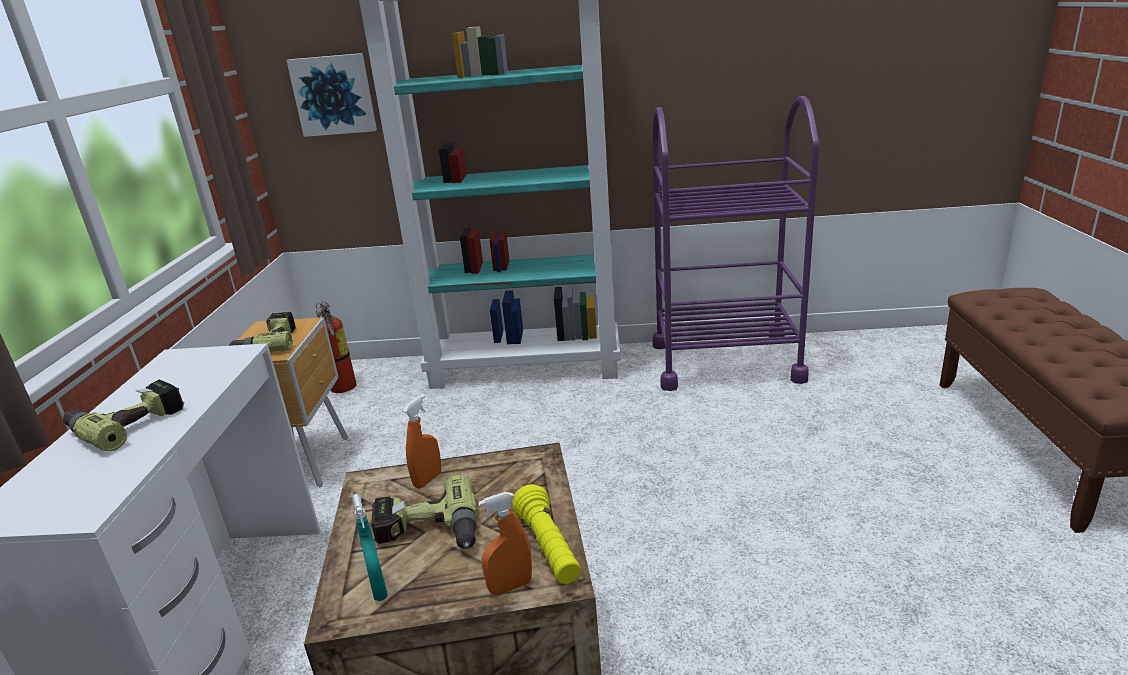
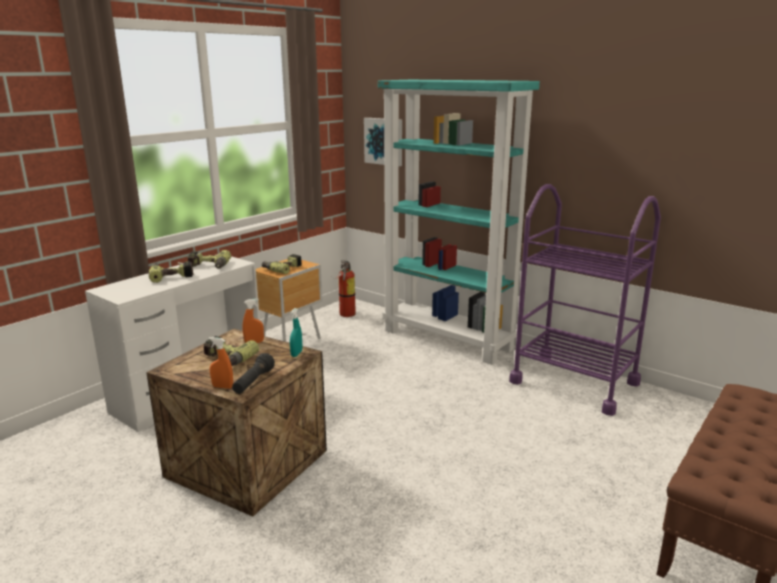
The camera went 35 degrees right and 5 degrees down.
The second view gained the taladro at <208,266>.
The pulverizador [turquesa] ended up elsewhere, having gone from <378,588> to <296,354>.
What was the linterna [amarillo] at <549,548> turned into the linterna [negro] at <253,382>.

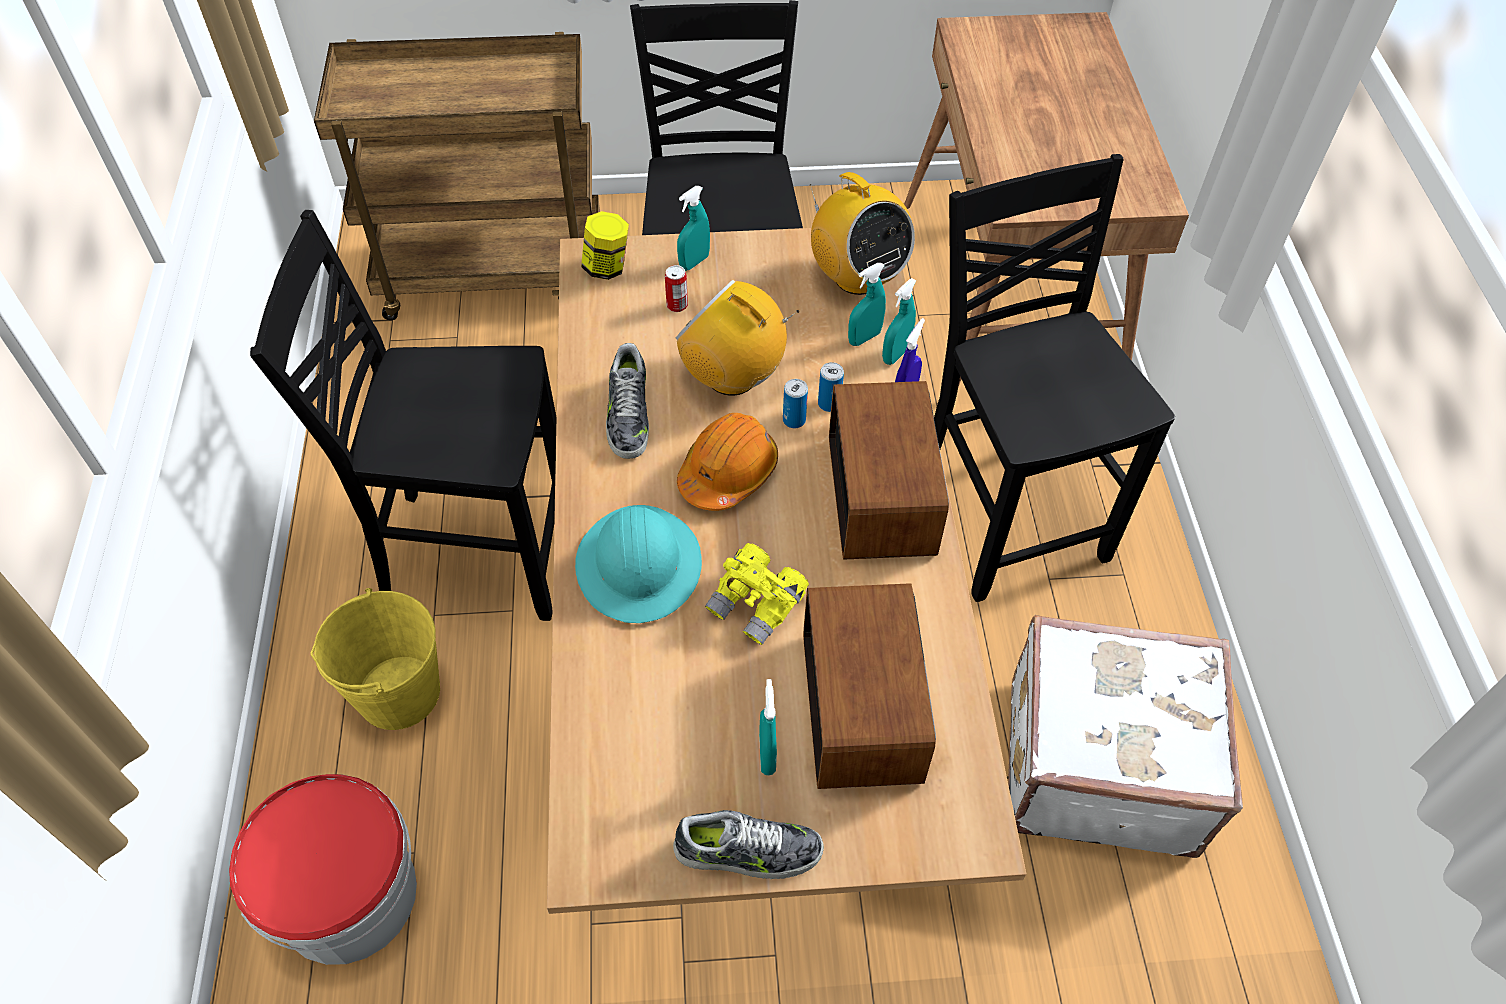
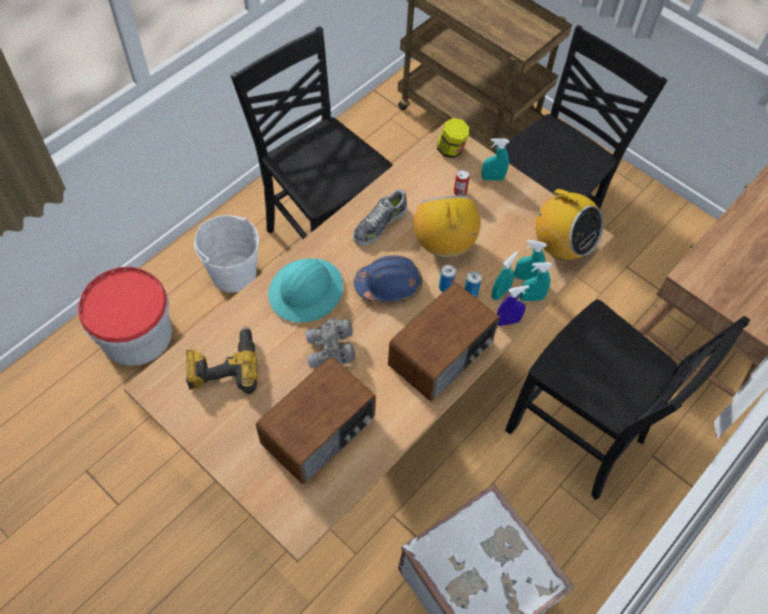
The camera went 45 degrees right and 5 degrees up.
The second view lost the zapato at <748,852>.
The second view gained the taladro at <224,366>.
The pulverizador [turquesa] ended up elsewhere, having gone from <767,754> to <500,292>.
What was the cubo [amarillo] at <398,692> turned into the cubo [blanco] at <233,273>.
What was the casco [naranja] at <728,472> turned into the casco [azul] at <389,285>.
What was the prismáticos [amarillo] at <757,605> turned into the prismáticos [gris] at <331,350>.
The radio at <857,277> ended up facing another way, 60 degrees counterclockwise from before.
The silla [negro] at <1007,512> ended up facing another way, 105 degrees clockwise from before.

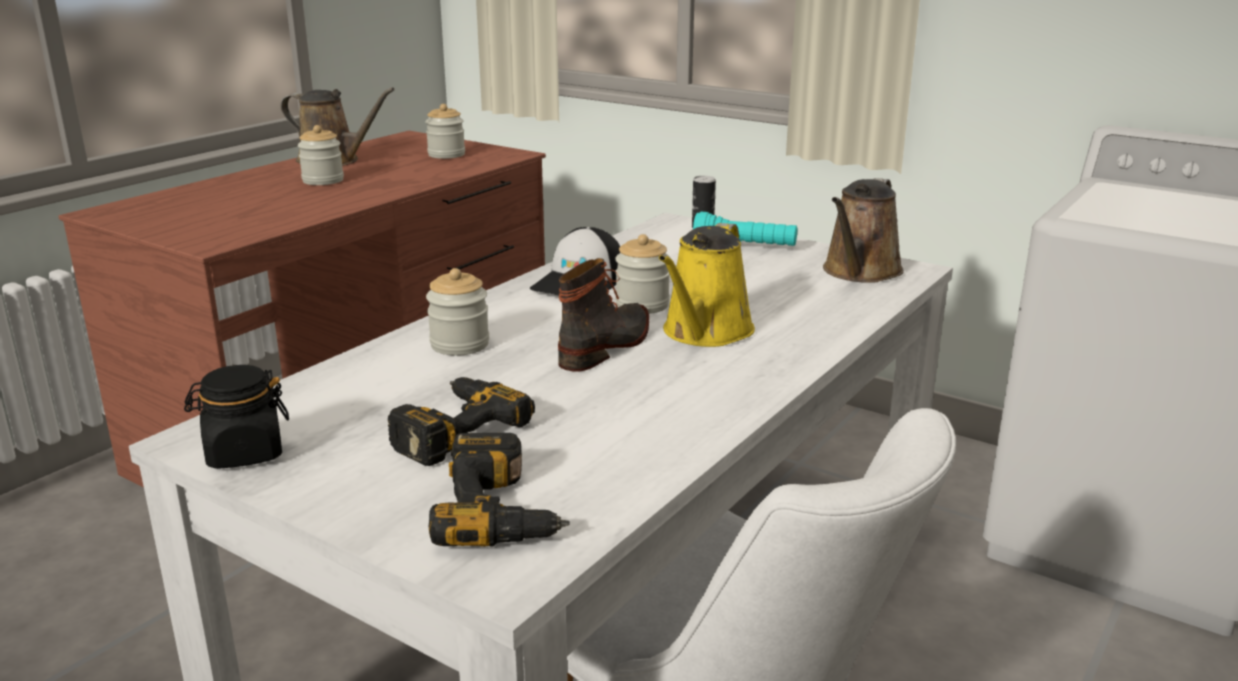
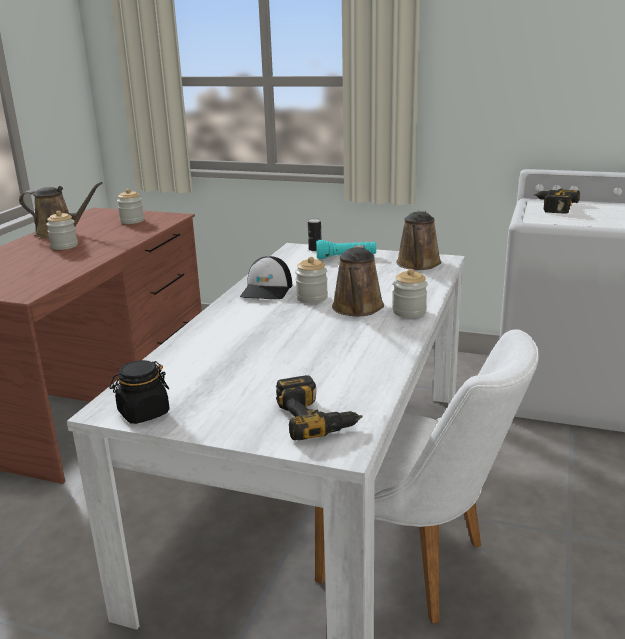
The camera went 15 degrees left and 0 degrees up.
The second view lost the bota at <607,345>.
The taladro ended up elsewhere, having gone from <451,429> to <552,206>.
The tarro ended up elsewhere, having gone from <459,344> to <409,312>.
What was the regadera [amarillo] at <705,333> turned into the regadera [marrón] at <357,308>.

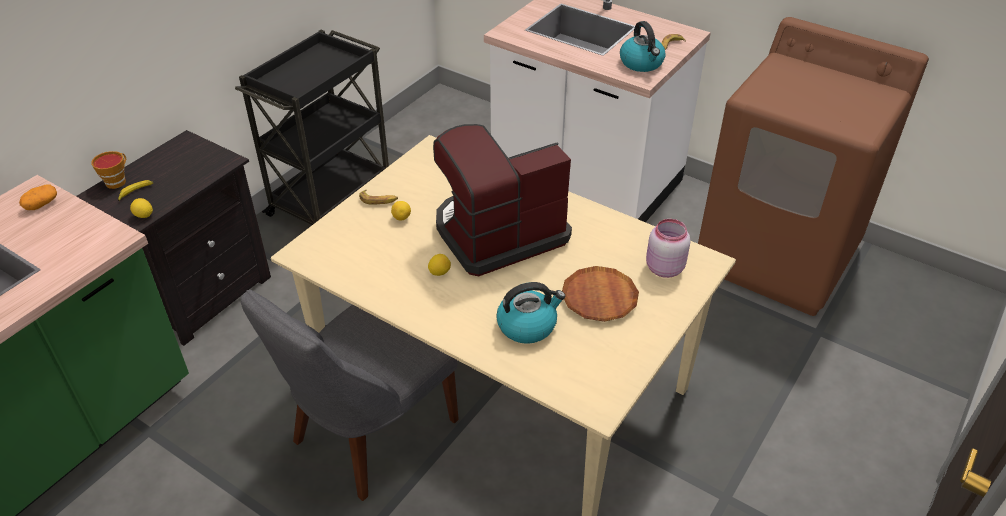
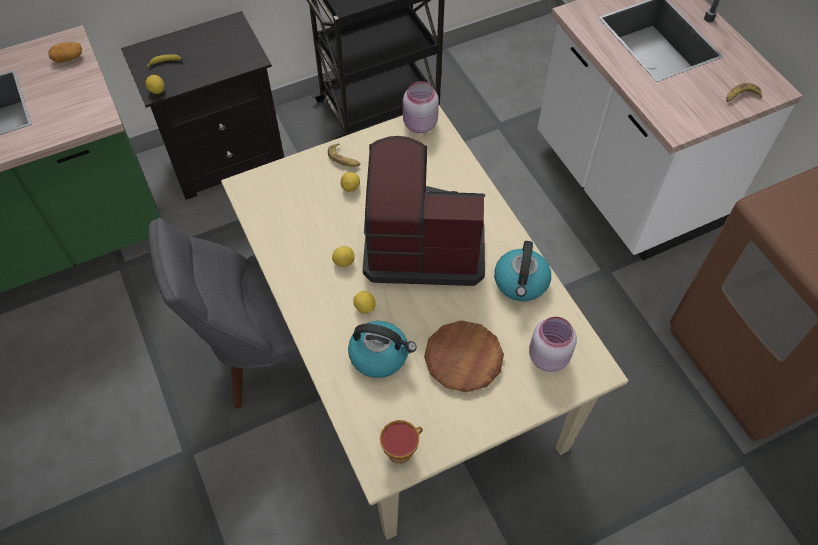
The camera went 30 degrees right and 15 degrees up.
The second view gained the limón at <365,307>.
The second view gained the tarro [rosa] at <419,125>.
The taza ended up elsewhere, having gone from <117,181> to <402,449>.
The hervidor ended up elsewhere, having gone from <642,63> to <521,283>.

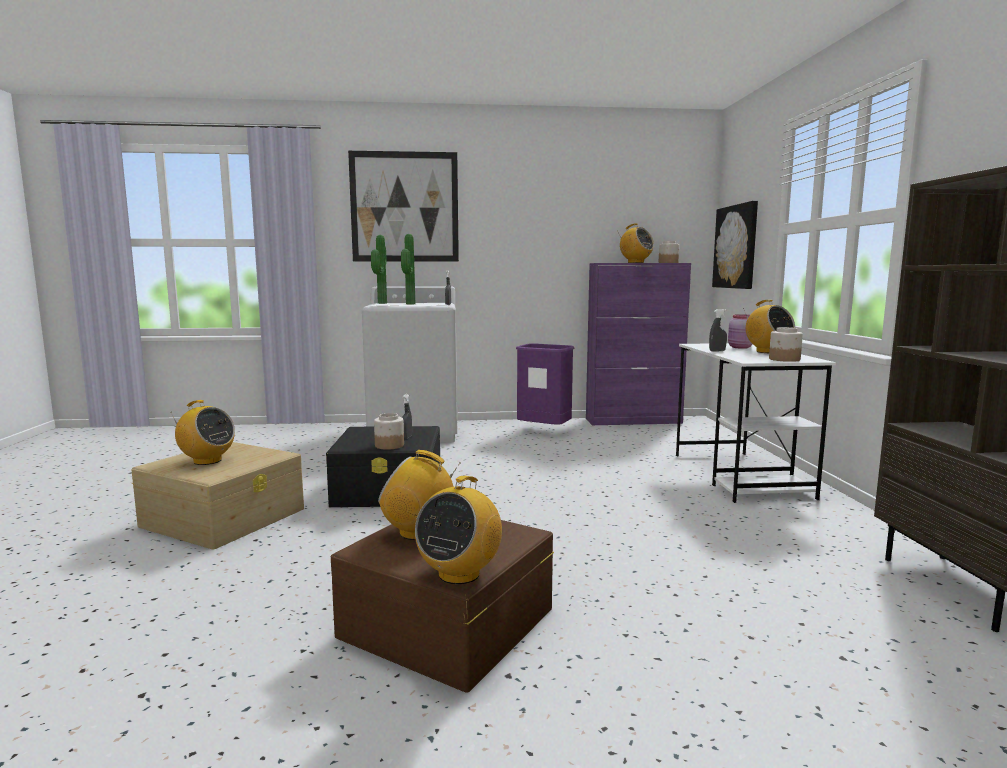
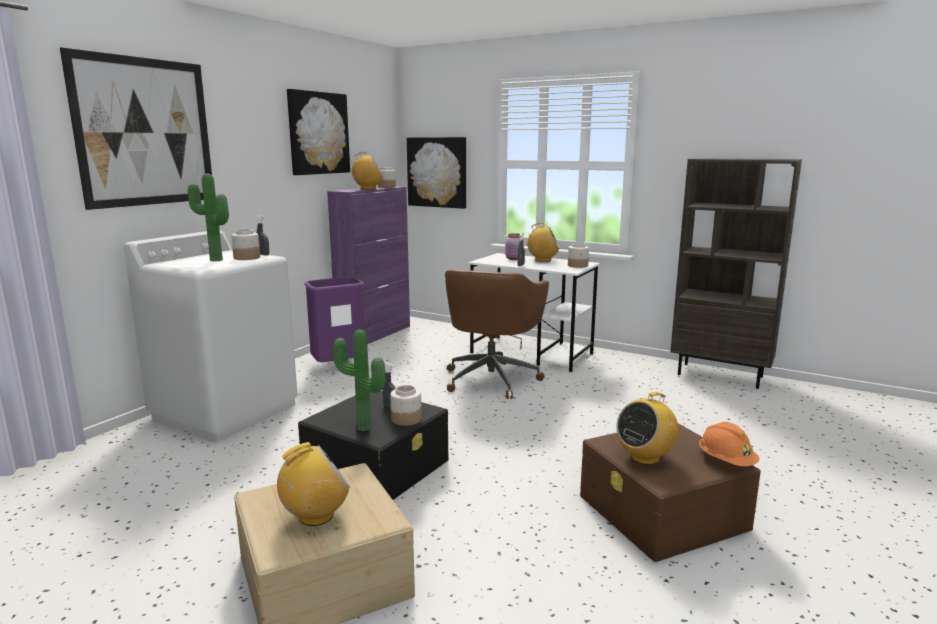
The camera went 55 degrees left and 5 degrees up.
The second view gained the tarro at <246,258>.
The second view gained the cuadro at <318,133>.
The second view gained the silla de oficina [marrón] at <492,378>.
The planta en maceta ended up elsewhere, having gone from <380,303> to <362,429>.
Where the radio stood at <459,574>, the casco [naranja] came to stand at <726,462>.

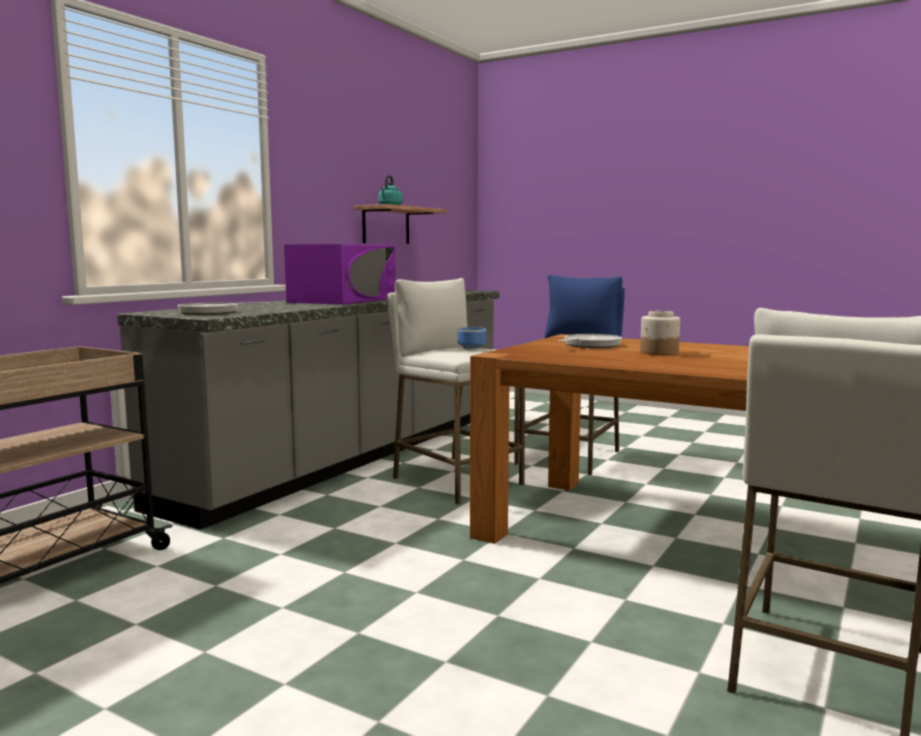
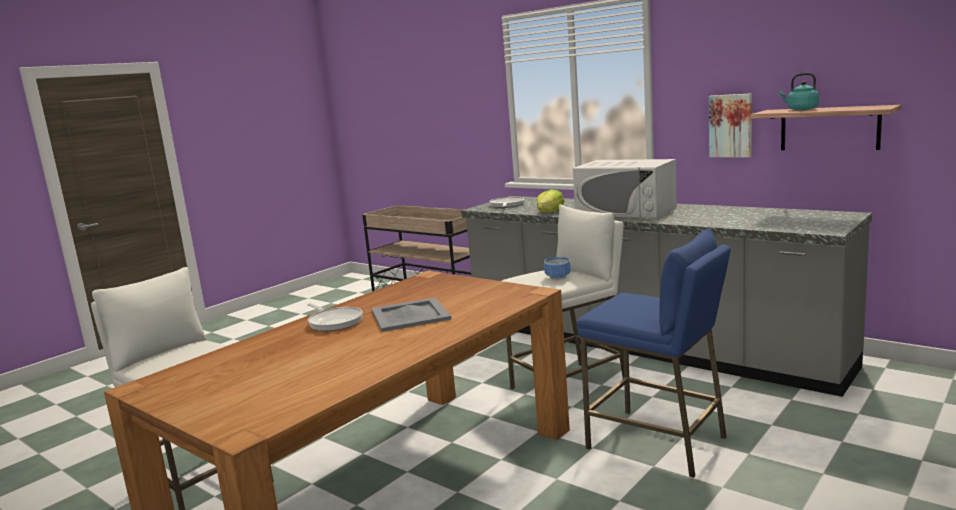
The camera went 100 degrees right and 5 degrees up.
The second view gained the lechuga at <549,212>.
The second view gained the cuadro at <731,125>.
The sartén ended up elsewhere, having gone from <590,345> to <334,322>.
Where the tarro stood at <659,352>, the bandeja [gris] came to stand at <409,315>.
What was the microondas [morado] at <343,300> turned into the microondas [blanco] at <626,211>.

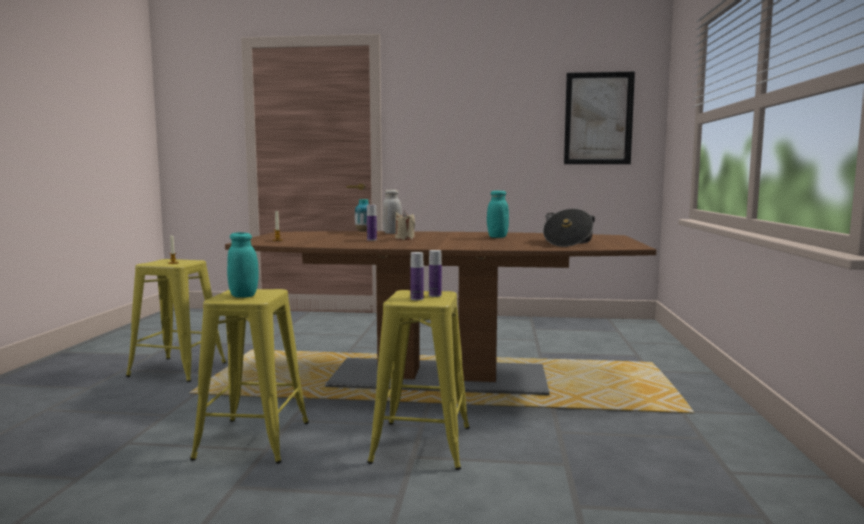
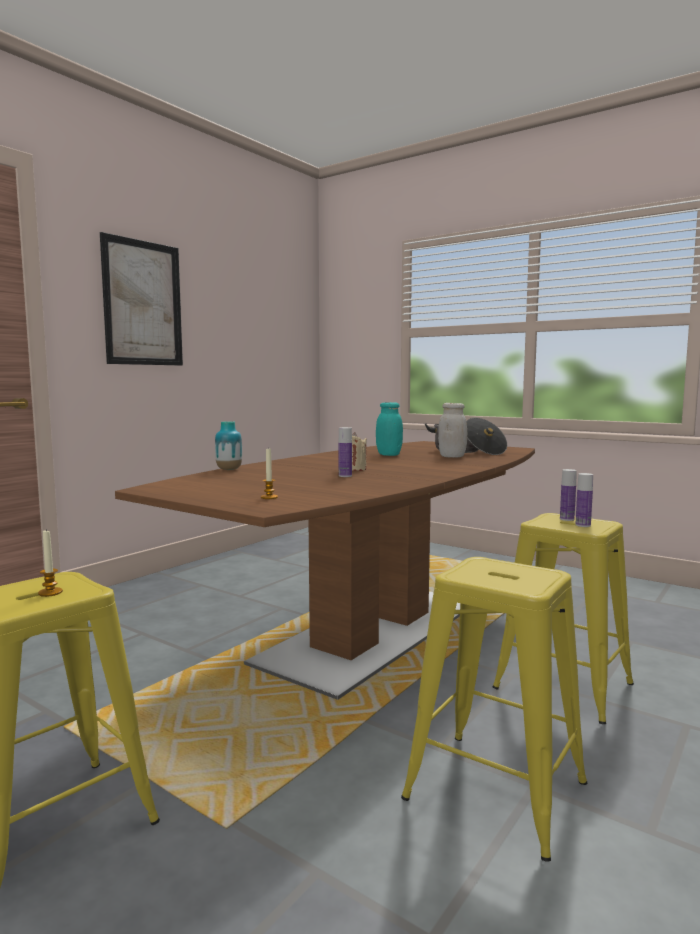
The camera went 60 degrees left and 0 degrees up.
The second view lost the tarro [turquesa] at <243,295>.
The tarro [blanco] ended up elsewhere, having gone from <392,233> to <452,456>.
The cuadro ended up elsewhere, having gone from <598,118> to <143,303>.

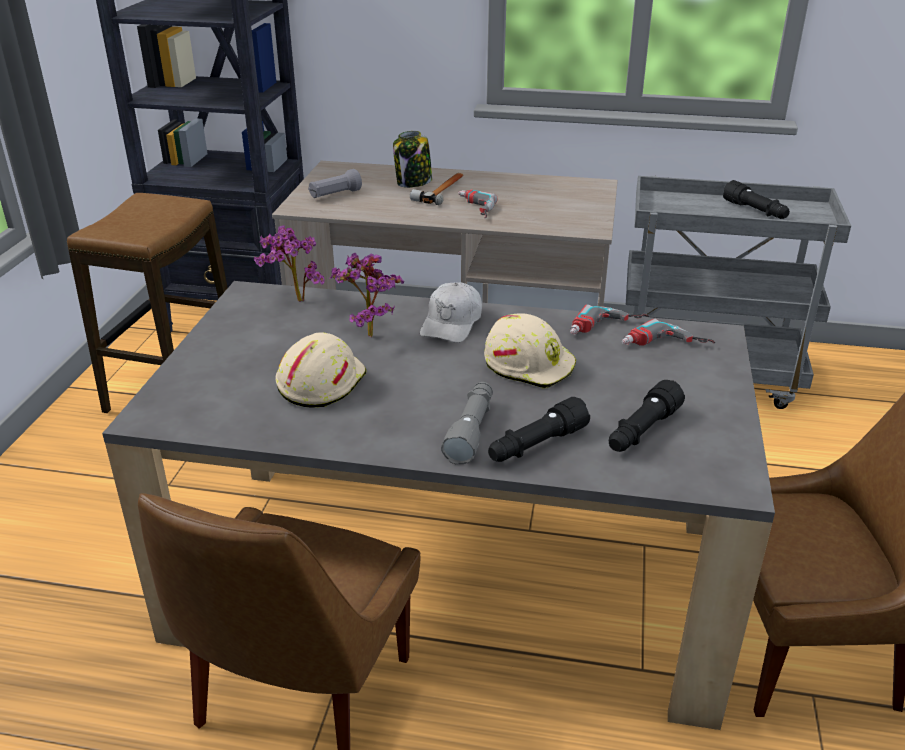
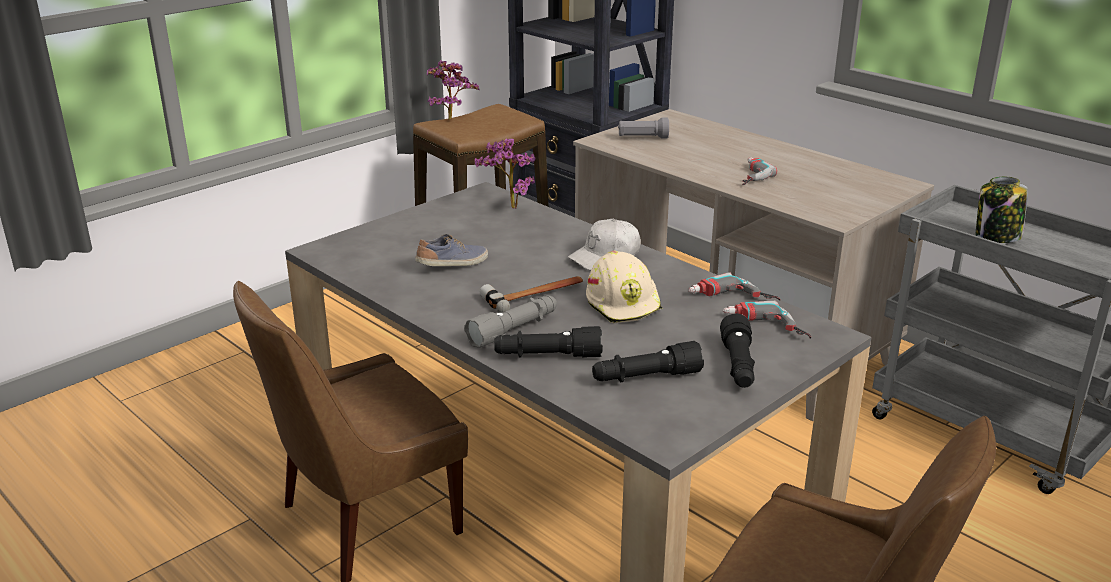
The camera went 35 degrees right and 5 degrees down.
The planta en maceta ended up elsewhere, having gone from <367,333> to <450,118>.
The tarro ended up elsewhere, having gone from <413,182> to <997,237>.
The martillo ended up elsewhere, having gone from <442,191> to <535,295>.
The linterna [negro] ended up elsewhere, having gone from <755,211> to <738,366>.
Where the casco [beis] stood at <320,382>, the zapato came to stand at <453,265>.

